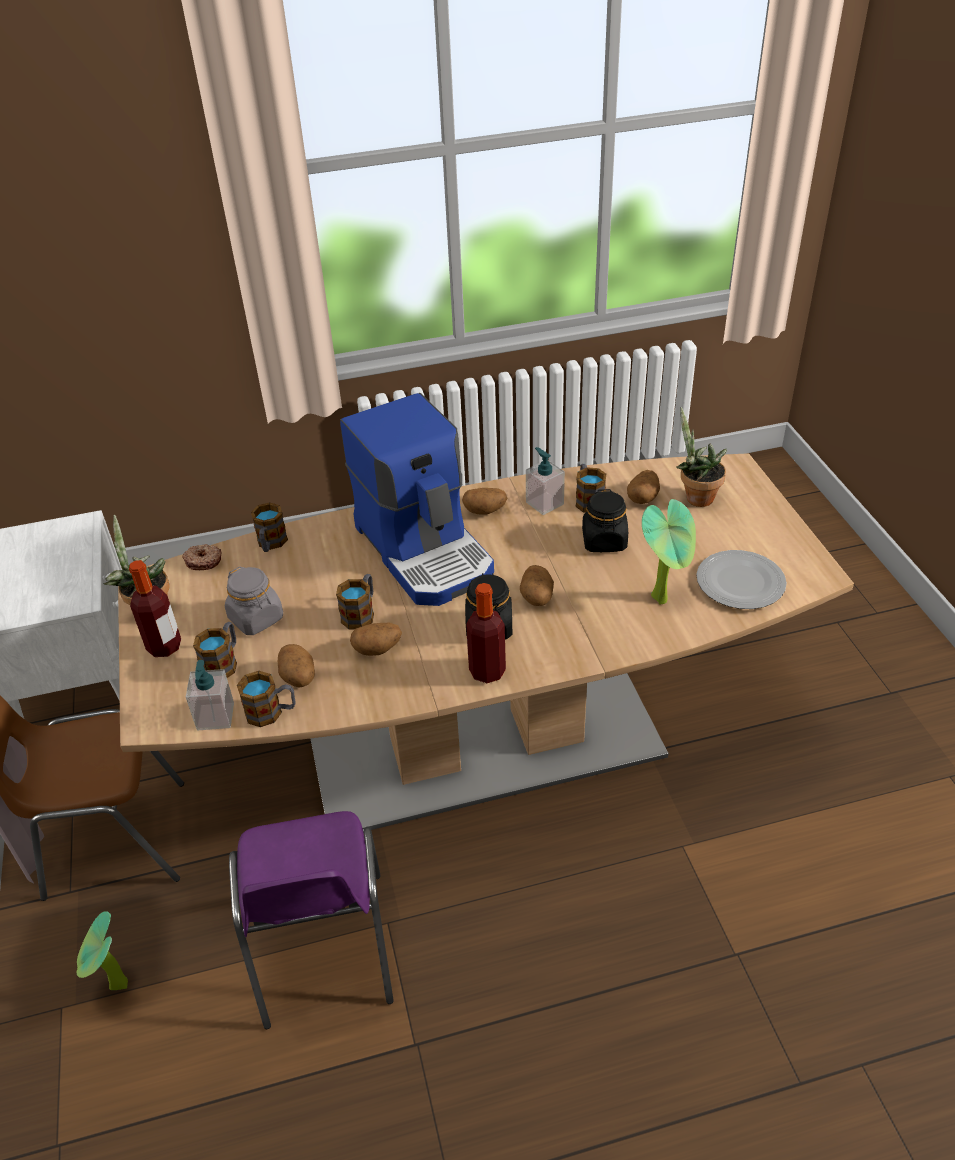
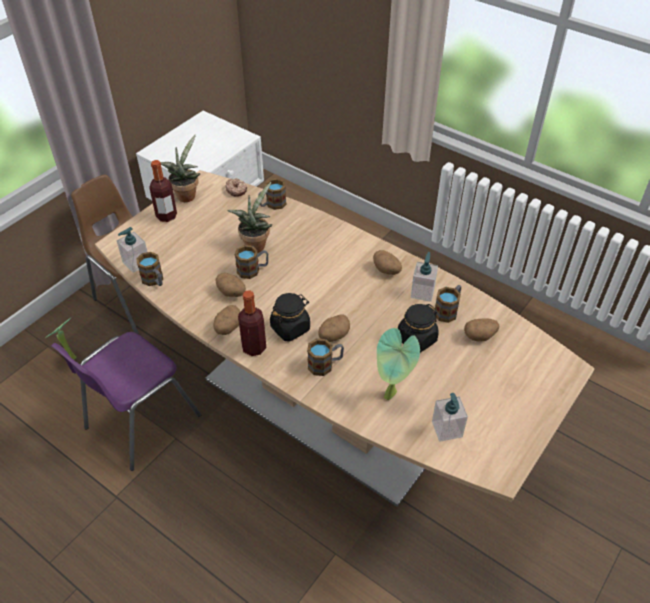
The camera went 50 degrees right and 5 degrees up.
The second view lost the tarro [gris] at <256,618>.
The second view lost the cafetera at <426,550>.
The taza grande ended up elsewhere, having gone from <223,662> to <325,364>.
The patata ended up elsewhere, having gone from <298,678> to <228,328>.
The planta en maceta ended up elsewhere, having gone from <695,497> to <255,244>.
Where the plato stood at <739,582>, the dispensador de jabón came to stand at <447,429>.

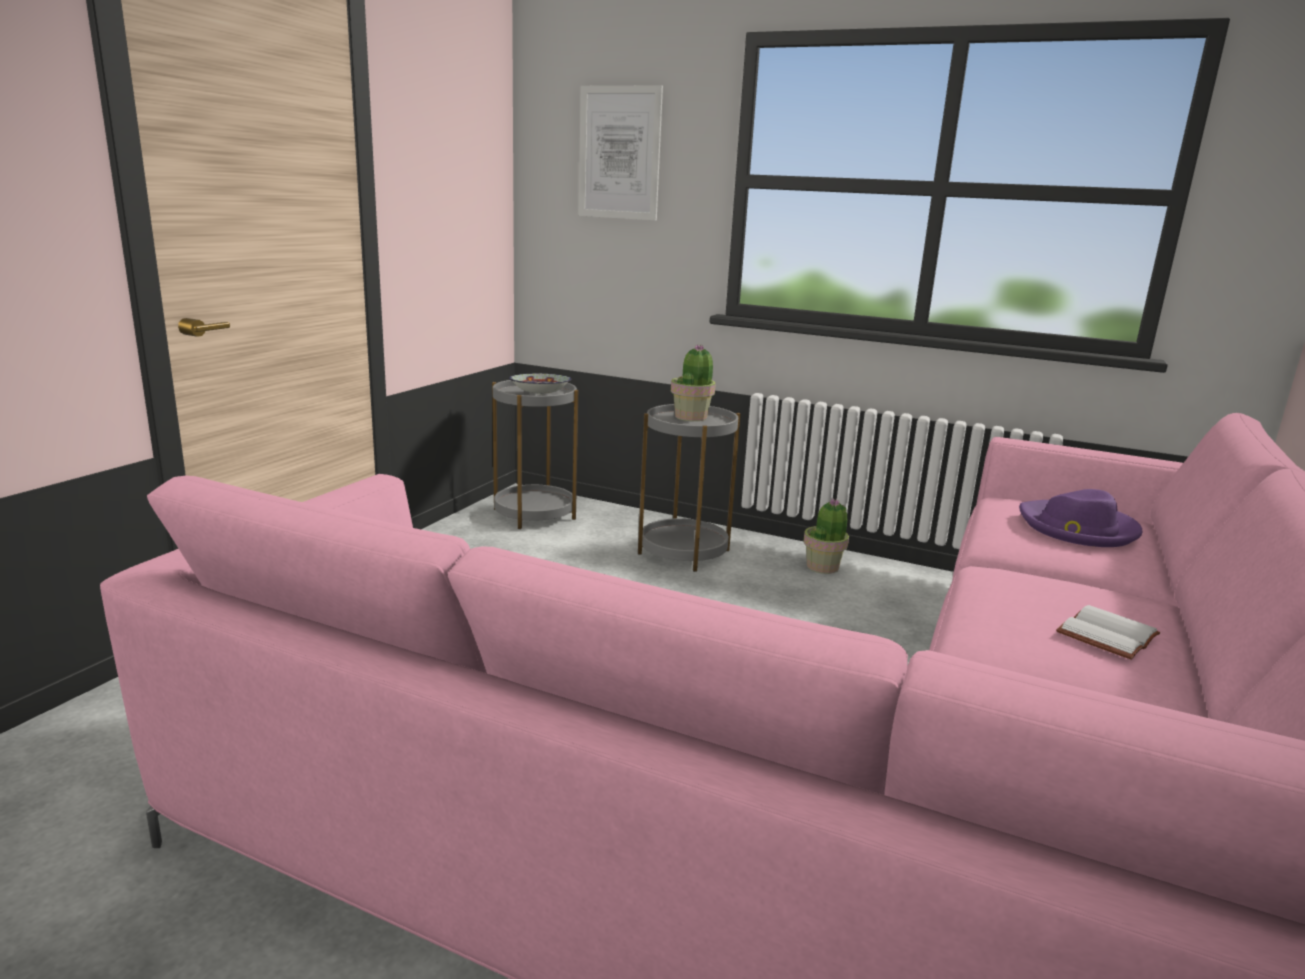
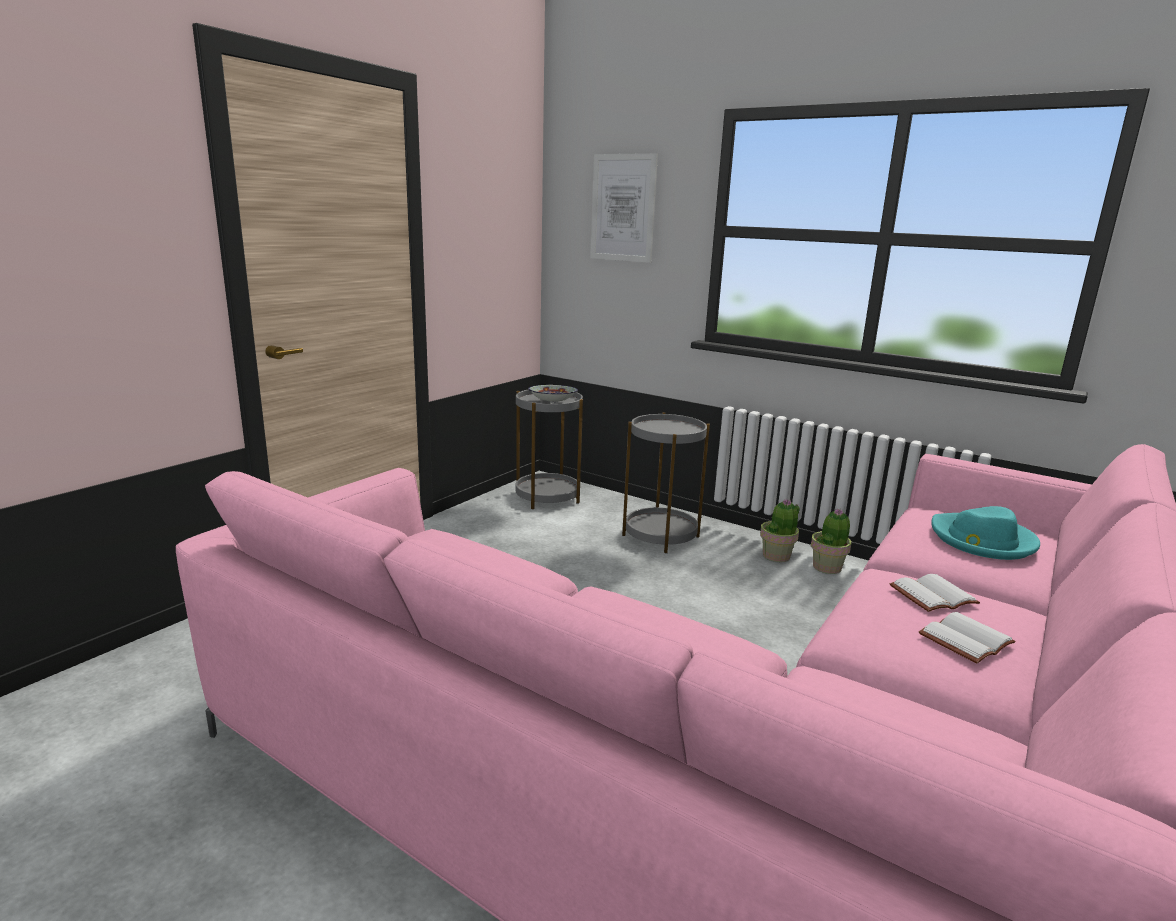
The camera went 10 degrees right and 0 degrees up.
The second view gained the libro [blanco] at <932,594>.
The planta en maceta ended up elsewhere, having gone from <691,417> to <827,567>.
What was the sombrero [morado] at <1077,528> turned into the sombrero [turquesa] at <982,540>.

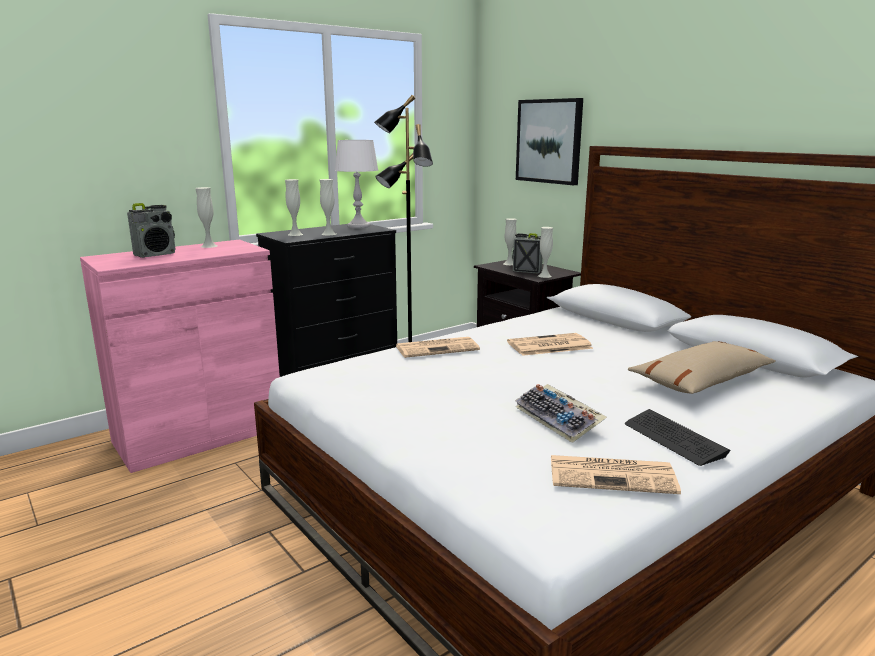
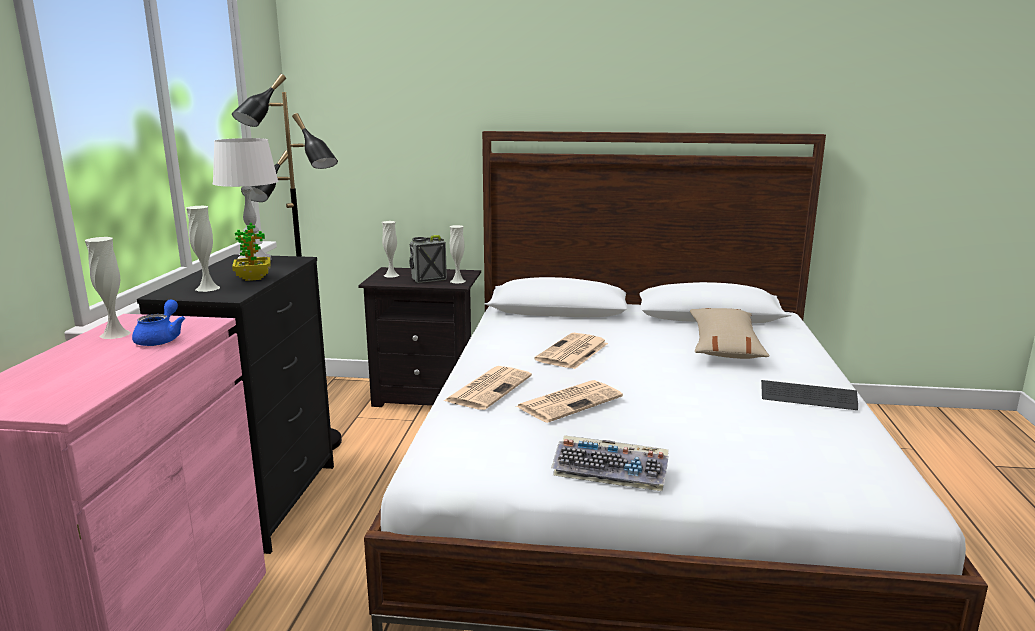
The camera went 45 degrees left and 0 degrees up.
The second view lost the radio at <156,255>.
The second view lost the cuadro at <549,141>.
The second view gained the tetera [azul] at <161,339>.
The teclado ended up elsewhere, having gone from <559,420> to <612,471>.
The periódico ended up elsewhere, having gone from <613,475> to <570,401>.
Where the florero [blanco] stood at <329,234>, the planta en maceta came to stand at <253,278>.

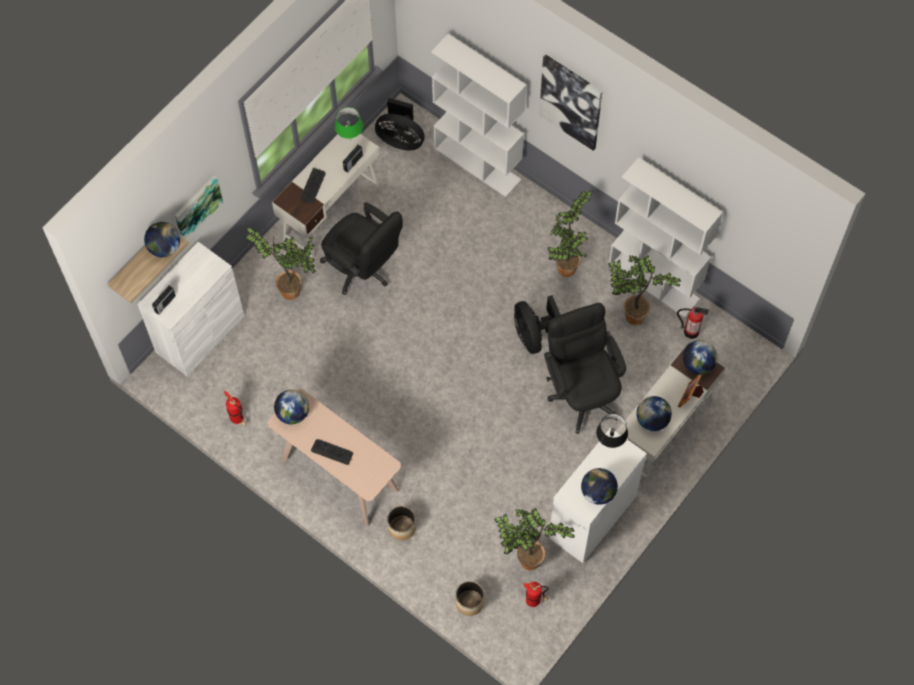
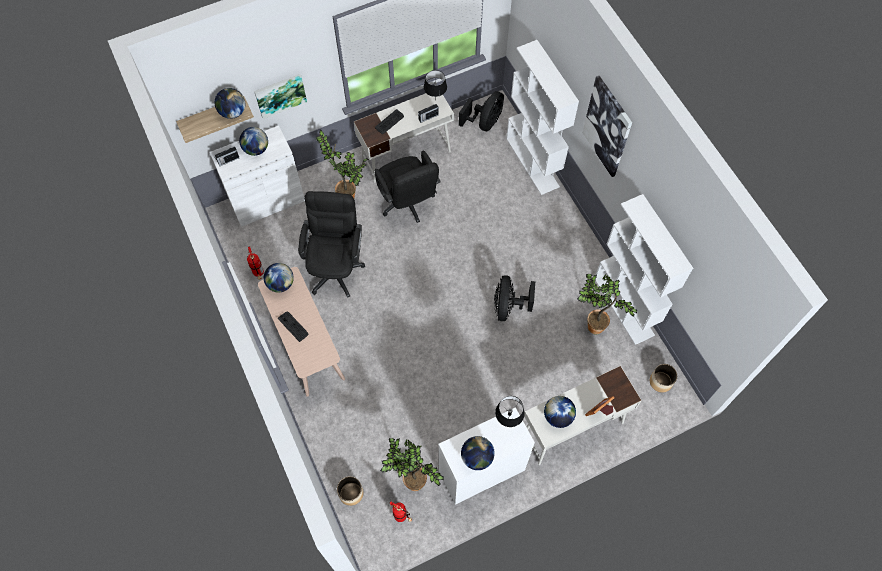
The camera went 25 degrees right and 0 degrees up.
The second view lost the planta en maceta at <566,271>.
The second view lost the extintor at <691,331>.
The maceta ended up elsewhere, having gone from <402,528> to <660,382>.
The silla de oficina [negro] ended up elsewhere, having gone from <582,391> to <336,266>.
The globo terráqueo ended up elsewhere, having gone from <698,364> to <256,149>.
What was the lámpara de mesa [verde] at <350,140> turned into the lámpara de mesa [negro] at <435,100>.
The ventilador [negro] at <401,139> ended up facing another way, 105 degrees counterclockwise from before.

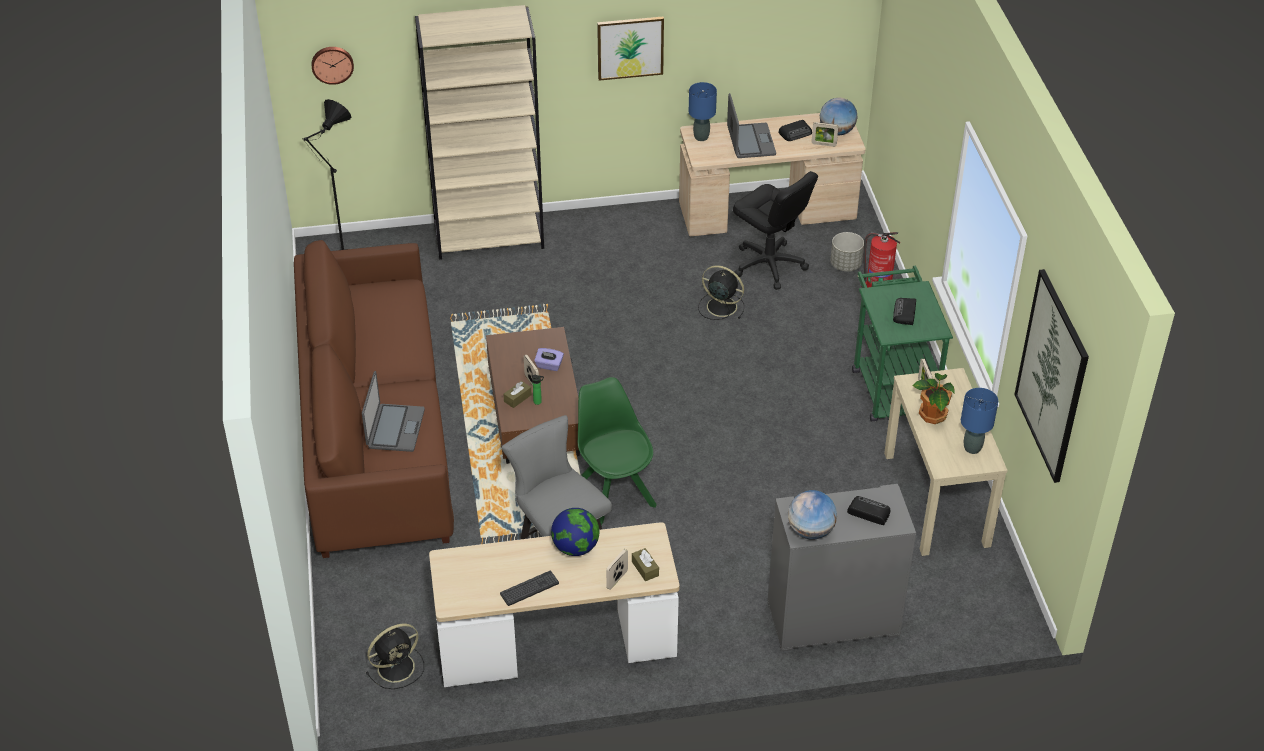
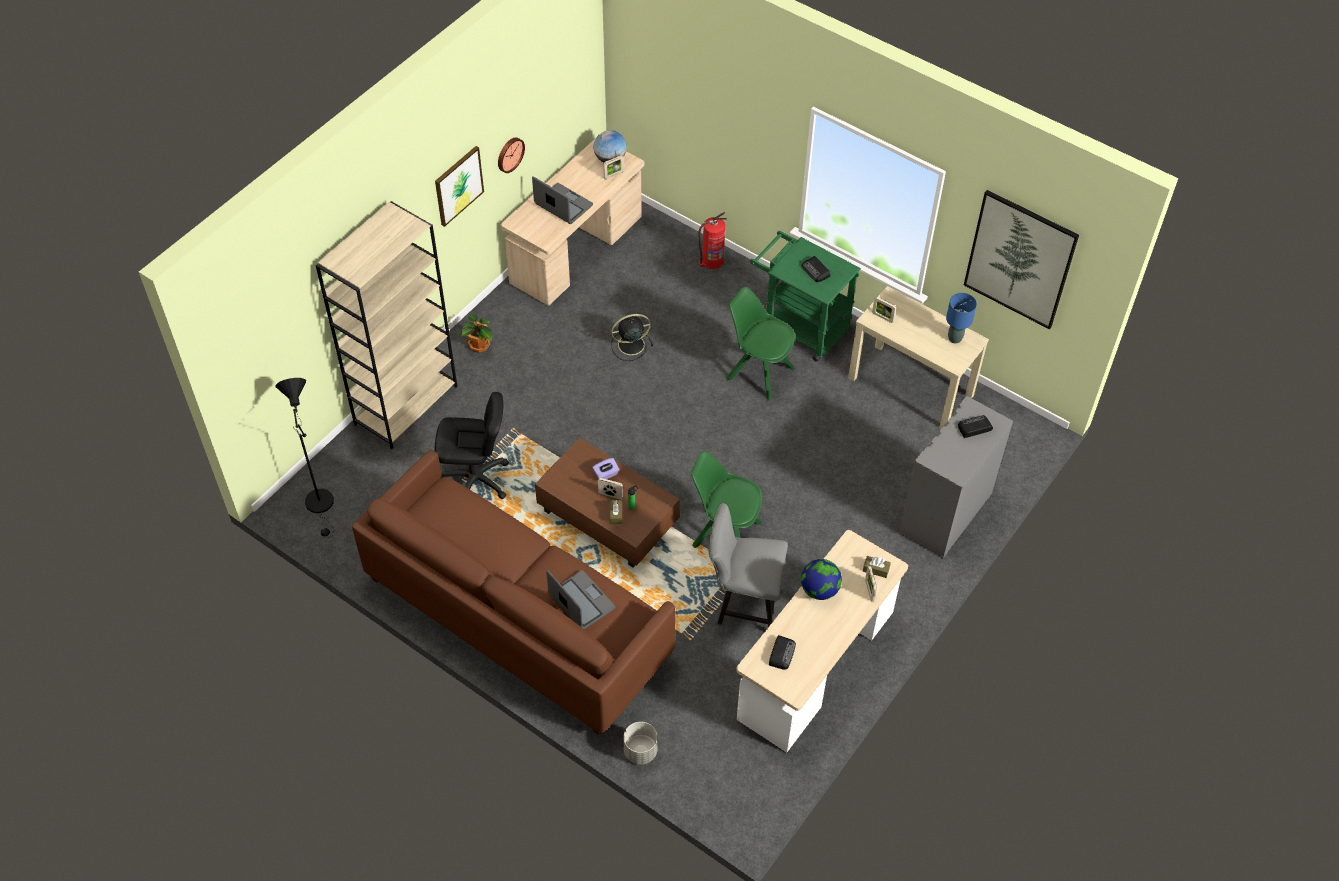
The camera went 45 degrees left and 10 degrees up.
The second view lost the ventilador [negro] at <397,666>.
The second view lost the teclado at <529,588>.
The second view lost the lámpara de mesa [azul] at <701,137>.
The second view lost the globo terráqueo at <811,531>.
The second view gained the silla [verde] at <758,372>.
The reloj de pared ended up elsewhere, having gone from <332,64> to <509,154>.
The silla de oficina [negro] ended up elsewhere, having gone from <769,265> to <475,480>.
The radio ended up elsewhere, having gone from <796,133> to <781,653>.
The maceta [gris] ended up elsewhere, having gone from <845,265> to <640,751>.
The planta en maceta ended up elsewhere, having gone from <932,416> to <479,346>.

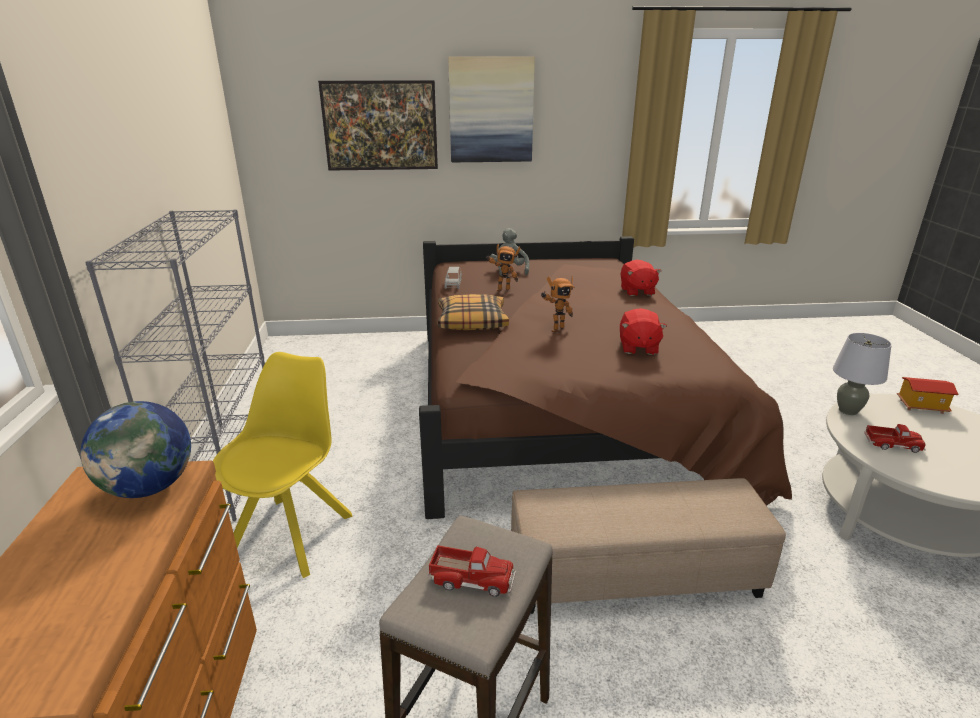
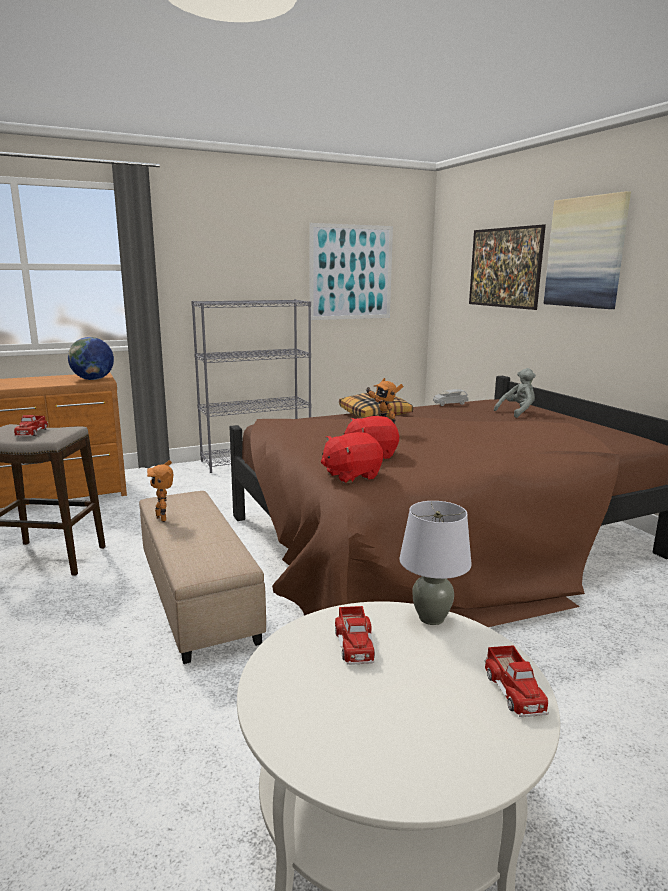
The camera went 70 degrees right and 10 degrees down.
The second view lost the silla [amarillo] at <293,532>.
The second view gained the cuadro at <351,272>.
The robot de juguete ended up elsewhere, having gone from <502,289> to <163,518>.
The peluche [rojo] ended up elsewhere, having gone from <637,291> to <351,475>.
Where the casita stood at <921,406>, the camión de juguete came to stand at <515,690>.

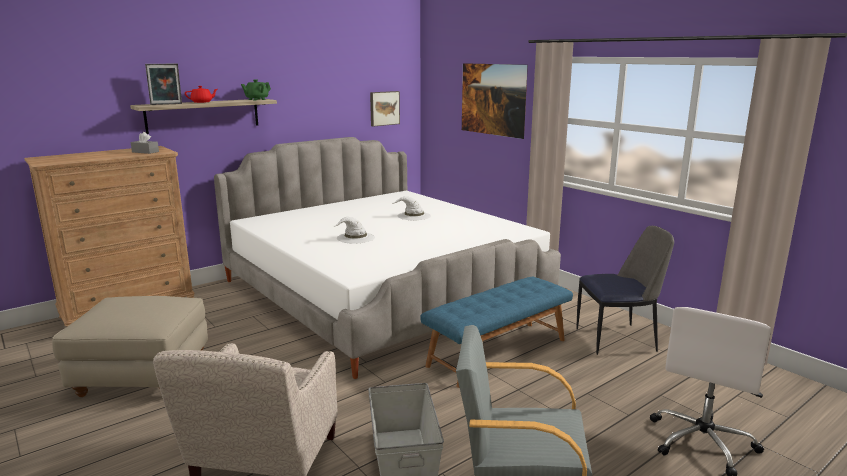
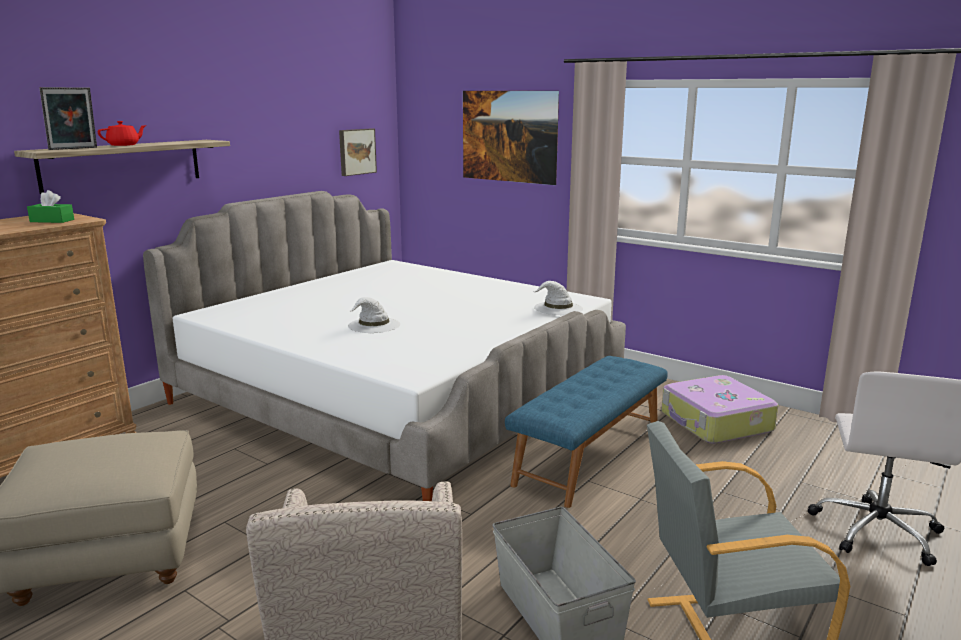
The camera went 15 degrees left and 0 degrees up.
The second view lost the tetera [verde] at <256,99>.
The sombrero [blanco] ended up elsewhere, having gone from <413,216> to <557,308>.
Where the silla stood at <617,339>, the maleta came to stand at <715,422>.
What was the caja de pañuelos [gris] at <145,152> turned into the caja de pañuelos [verde] at <52,220>.

